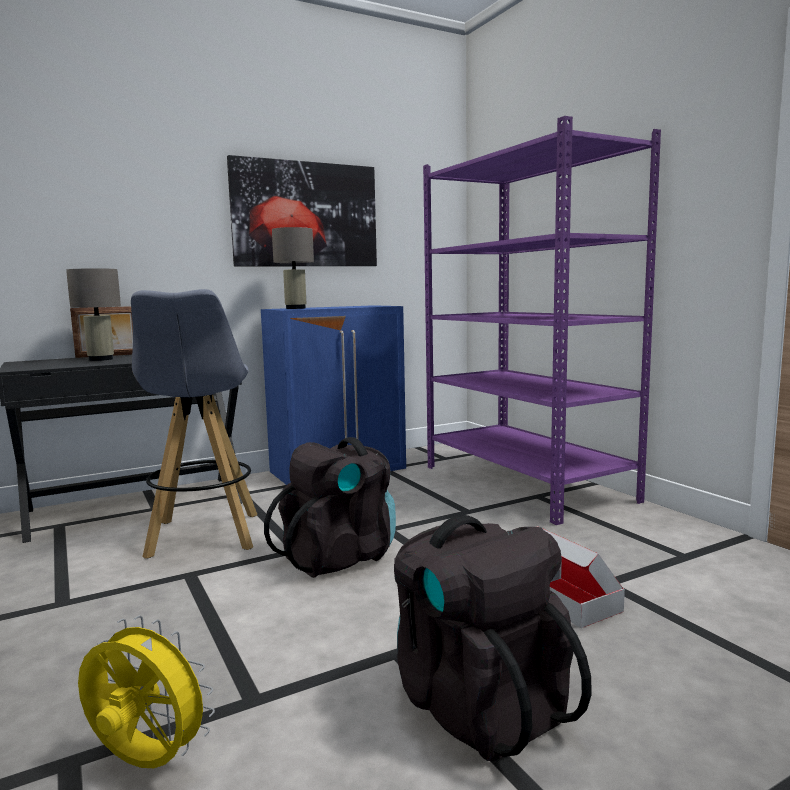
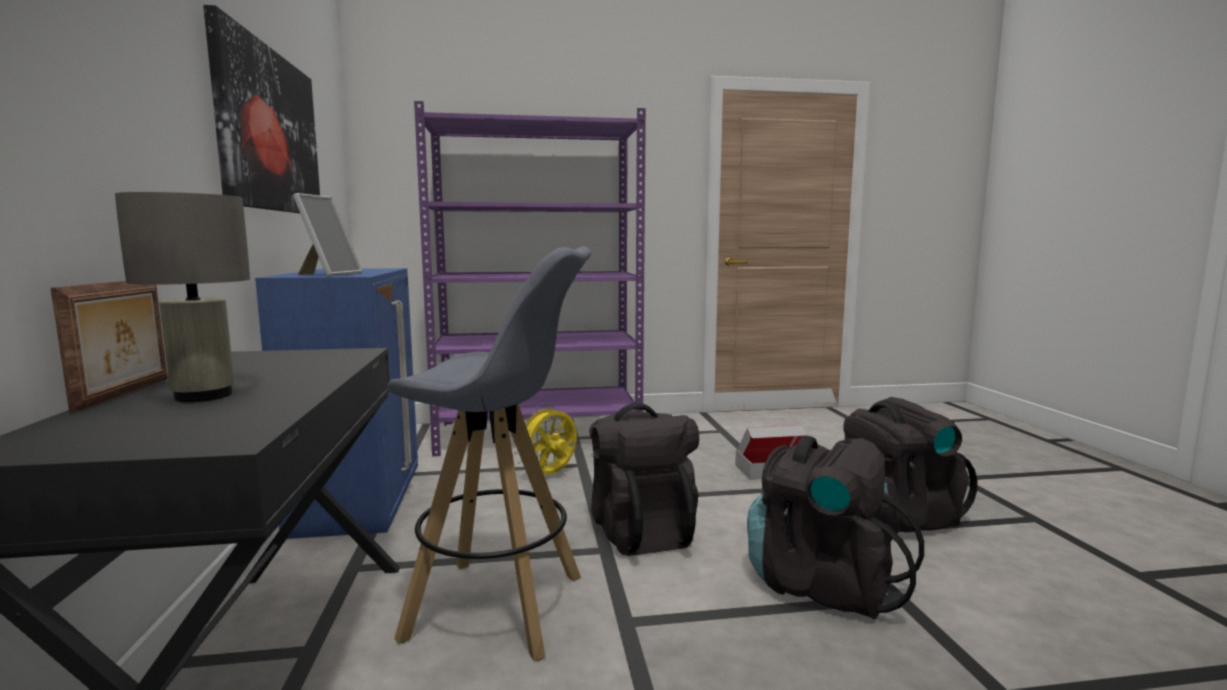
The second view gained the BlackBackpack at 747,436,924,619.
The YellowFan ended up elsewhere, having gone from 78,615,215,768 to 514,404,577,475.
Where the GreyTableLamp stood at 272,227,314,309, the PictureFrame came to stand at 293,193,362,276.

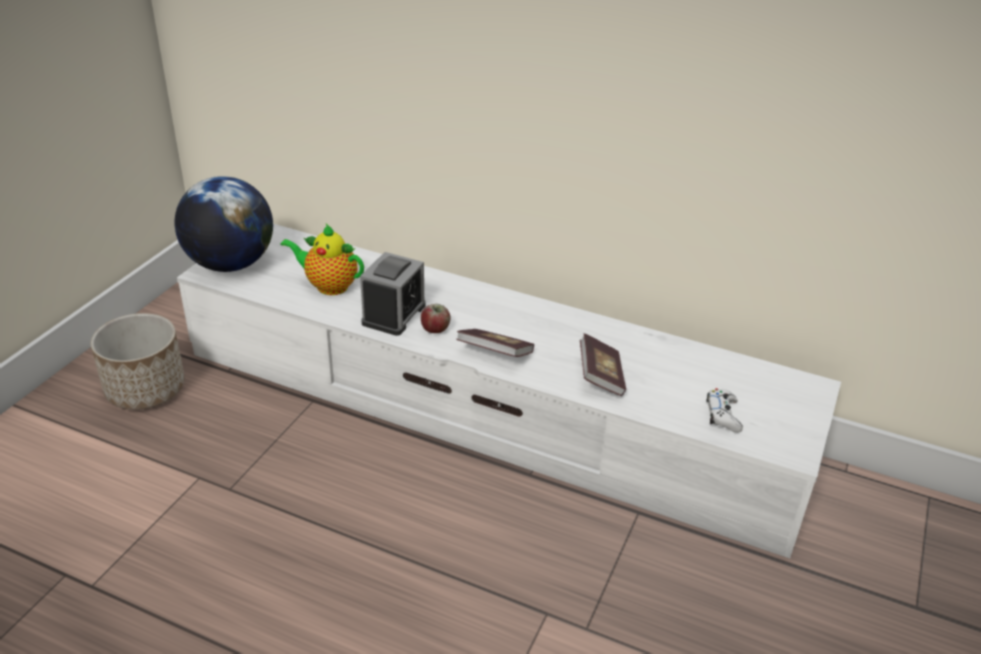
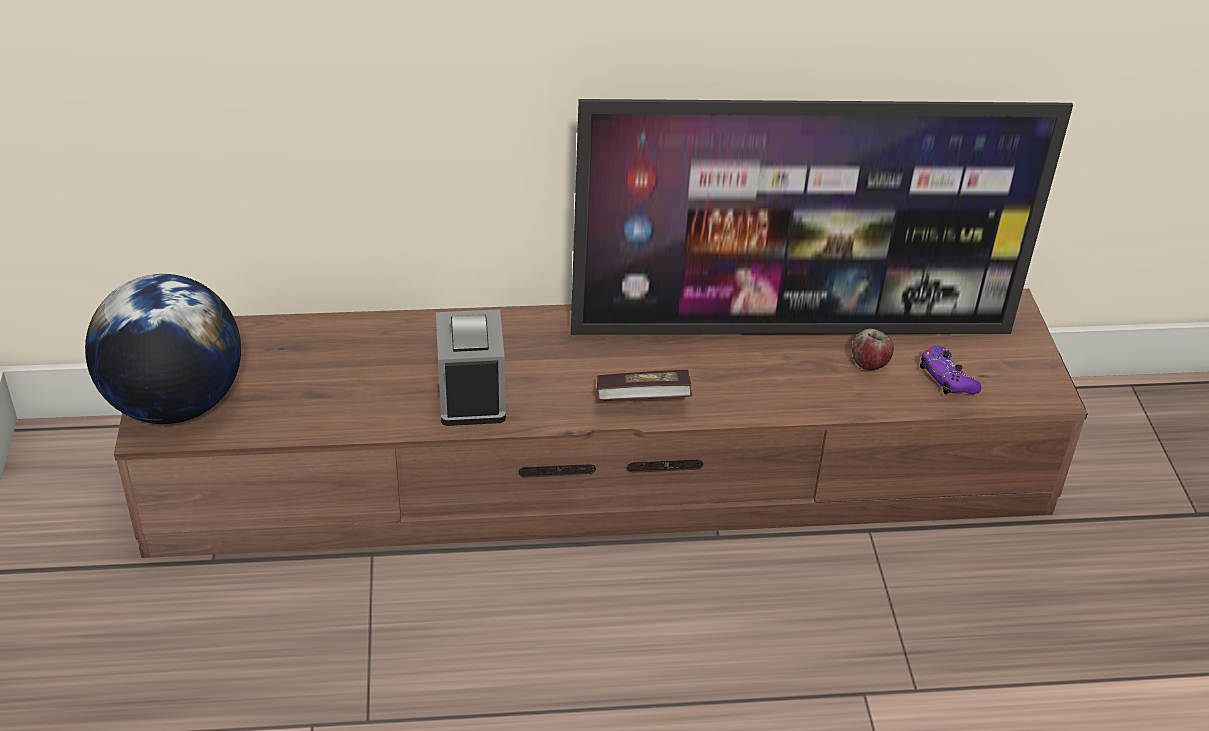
The second view lost the Planter at 91,313,185,410.
The second view lost the Teapot at 280,224,364,295.
The second view lost the Book at 580,333,626,396.
The second view gained the Television at 571,99,1073,335.
The Apple ended up elsewhere, having gone from 421,304,451,333 to 852,328,894,370.
What was the WhiteTvStand at 177,224,841,558 turned into the BrownTvStand at 114,289,1088,558.
What was the WhiteGameController at 706,388,743,433 turned into the PurpleGameController at 920,346,982,395.

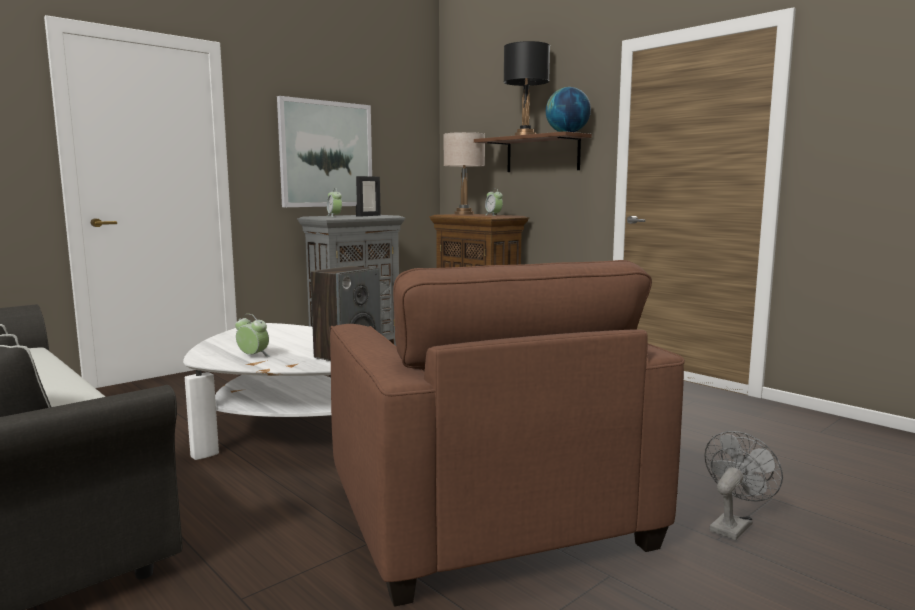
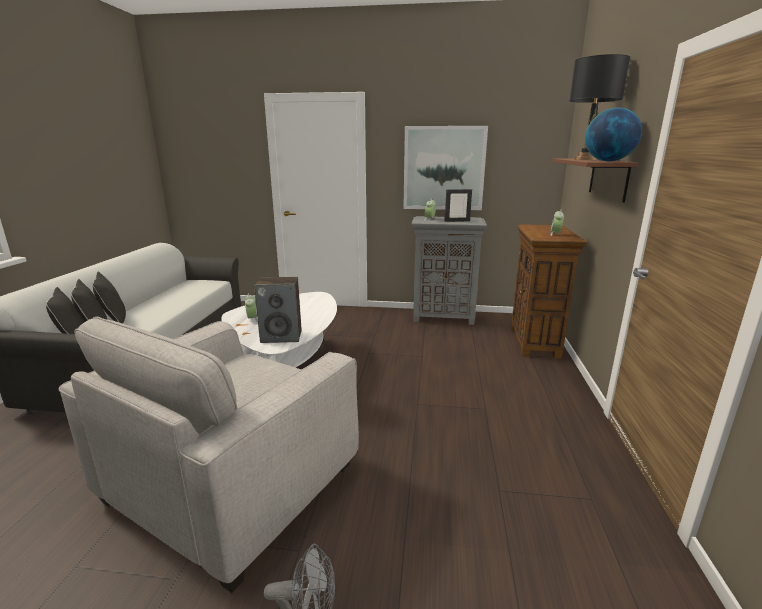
The second view lost the BeigeTableLamp at 443,132,485,215.
What was the BrownArmchair at 330,260,685,607 turned into the GreyArmchair at 59,317,359,593.

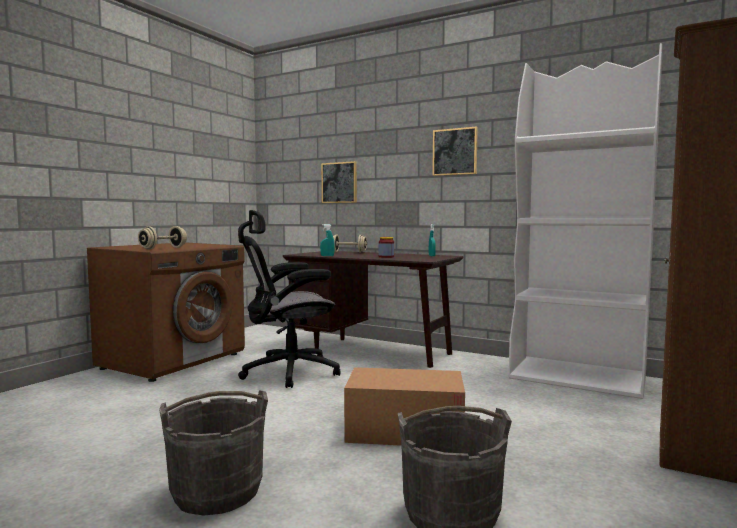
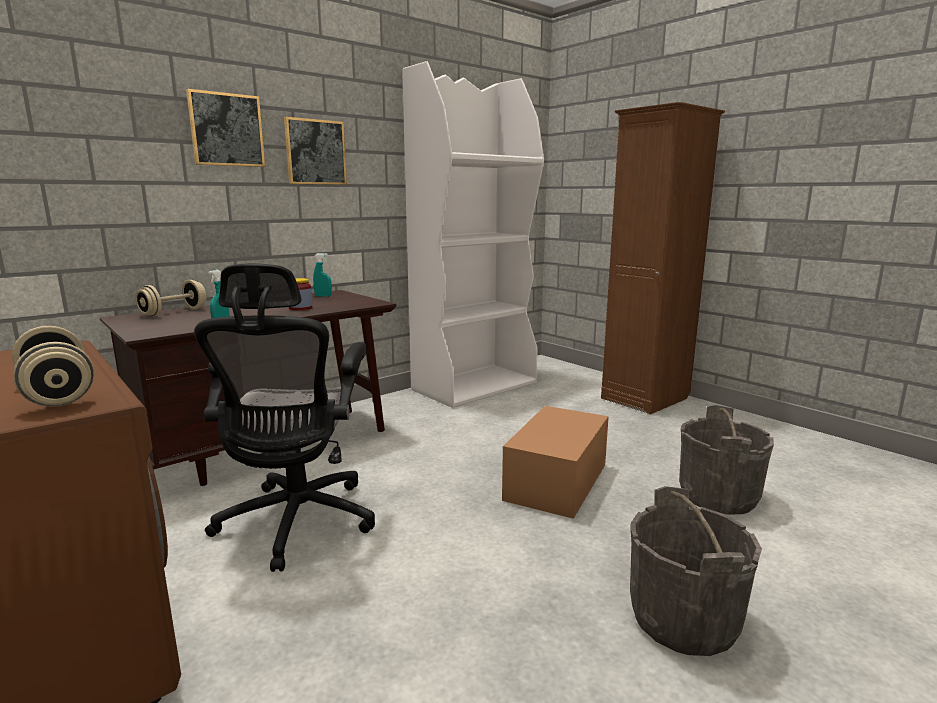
The Picture ended up elsewhere, having gone from 321,161,357,203 to 186,89,265,167.

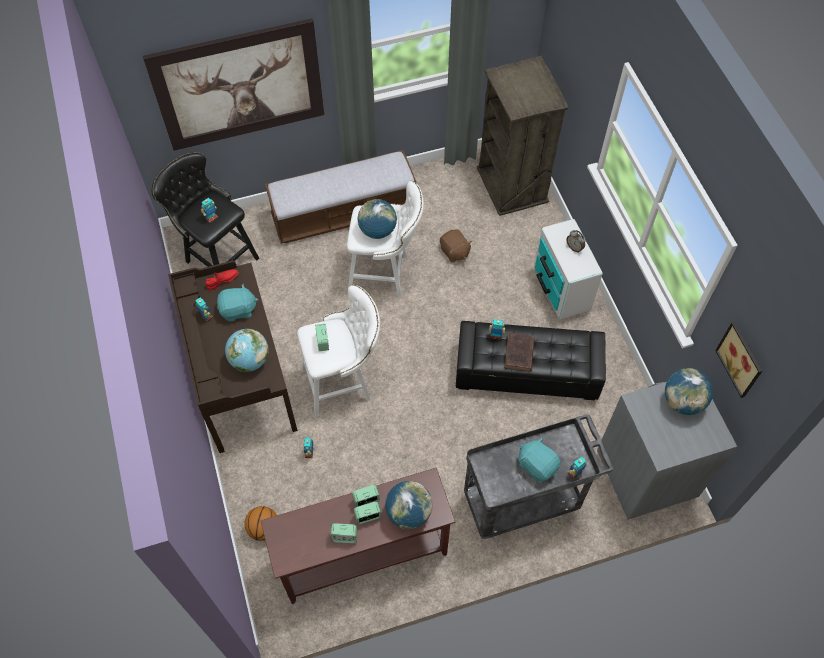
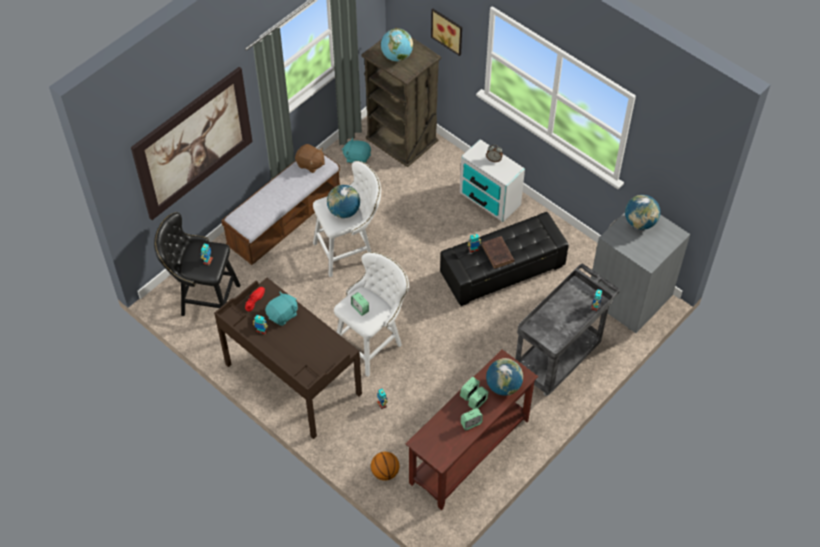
The Globe ended up elsewhere, having gone from 225,329,269,372 to 381,29,413,62.
The BrownPlushToy ended up elsewhere, having gone from 440,229,472,262 to 295,144,325,173.
The TurquoisePlushToy ended up elsewhere, having gone from 519,437,561,482 to 342,137,371,163.
The Picture ended up elsewhere, having gone from 715,322,762,398 to 431,9,462,56.

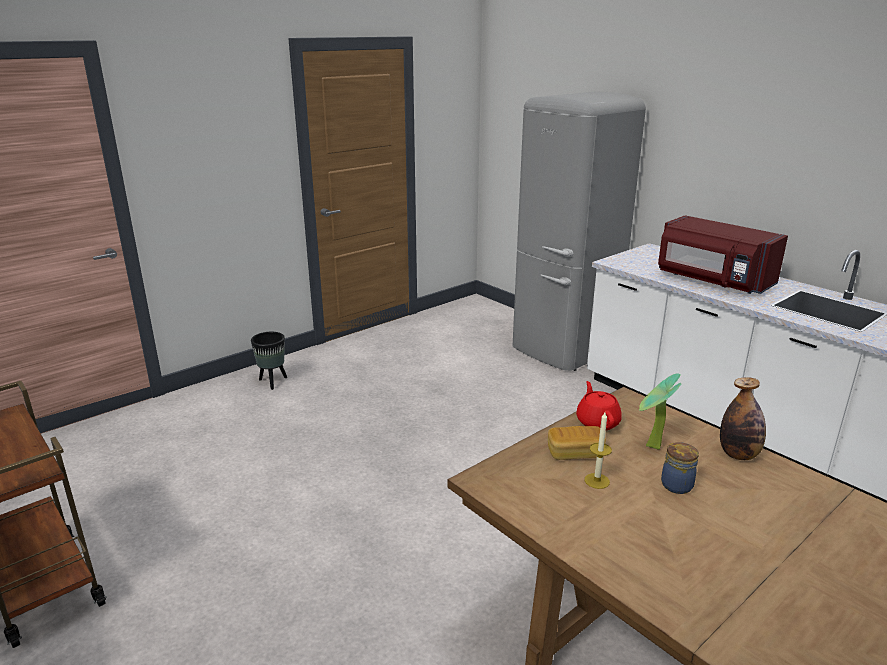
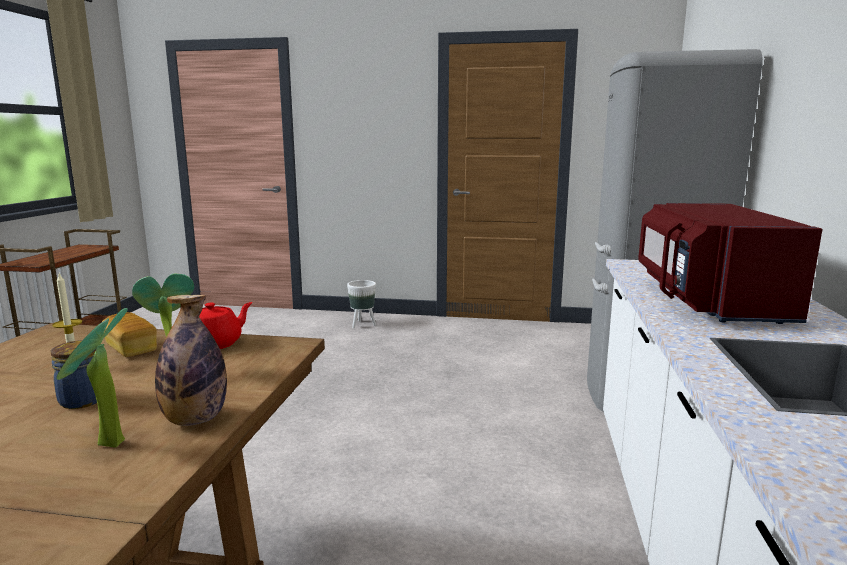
The second view gained the PottedPlant at 56,308,128,448.
What was the BlackPlanter at 251,332,287,390 turned into the WhitePlanter at 347,280,376,328.

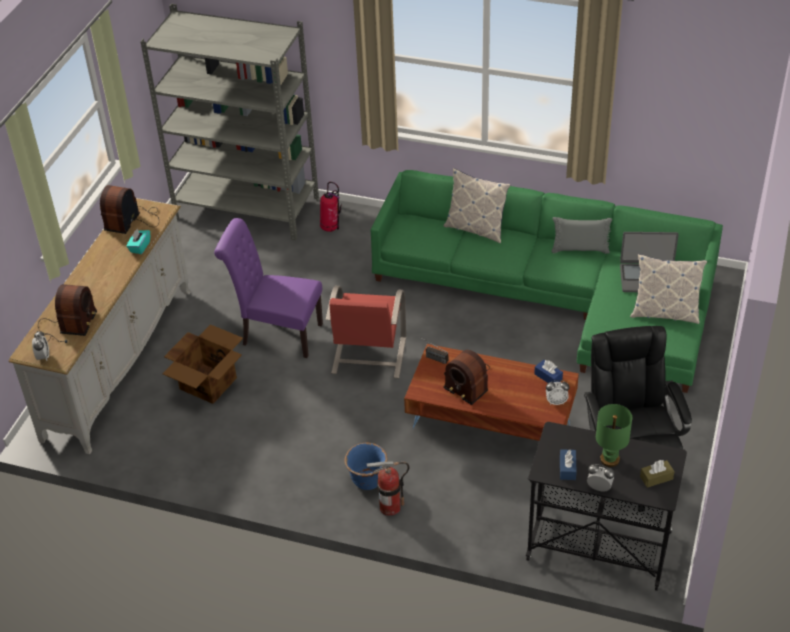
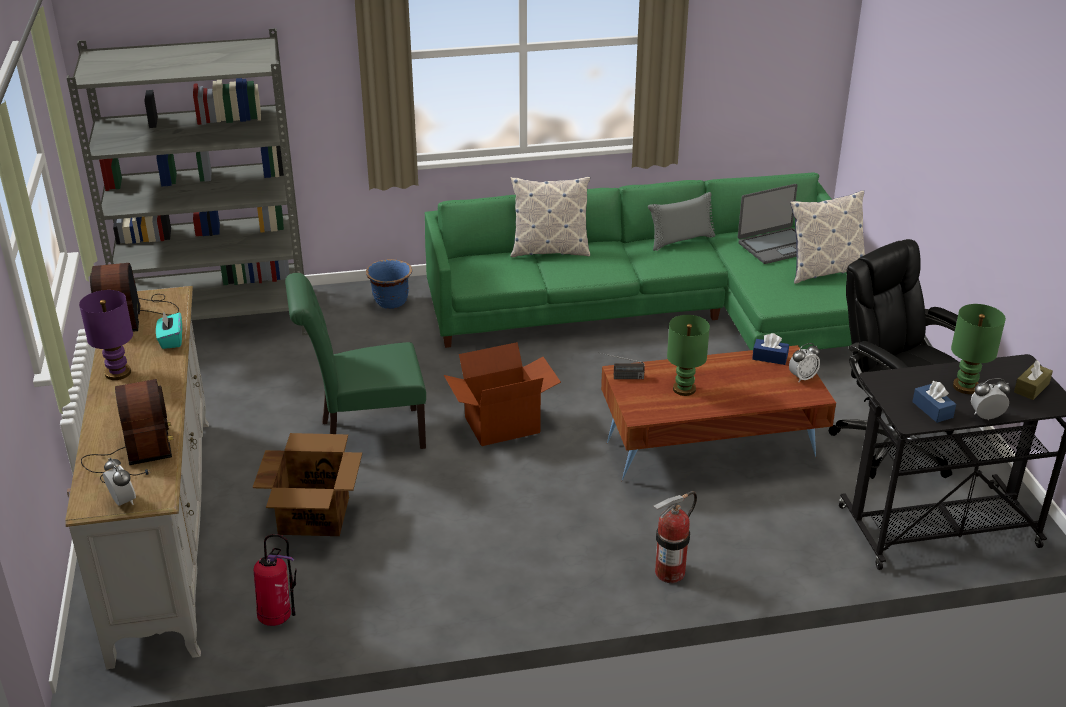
The second view gained the PurpleTableLamp at 79,290,133,380.
The FireExtinguisher ended up elsewhere, having gone from 320,182,342,232 to 254,534,297,626.
The BluePlanter ended up elsewhere, having gone from 344,443,387,490 to 366,259,412,309.
Where the RedChair stood at 326,286,406,378, the CardboardBox came to stand at 444,342,561,446.
Where the Radio stood at 444,350,490,405, the GreenTableLamp came to stand at 667,315,710,396.
What was the PurpleChair at 214,218,323,358 turned into the GreenChair at 285,273,426,449.

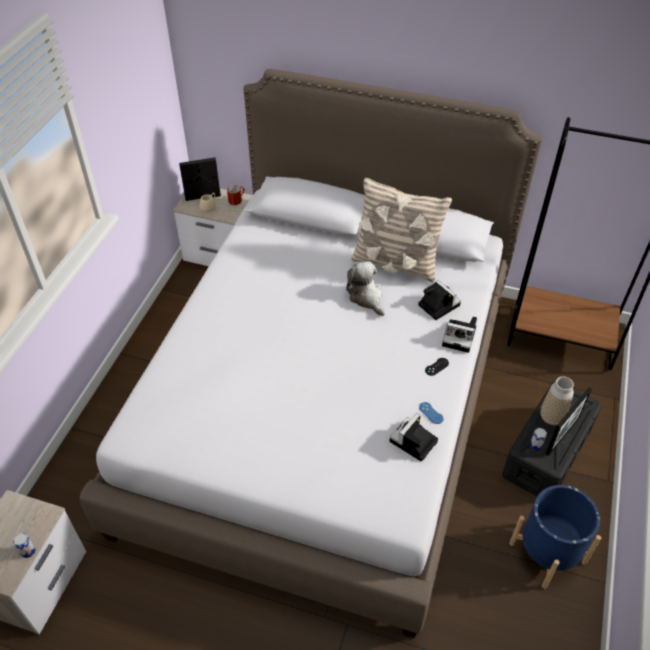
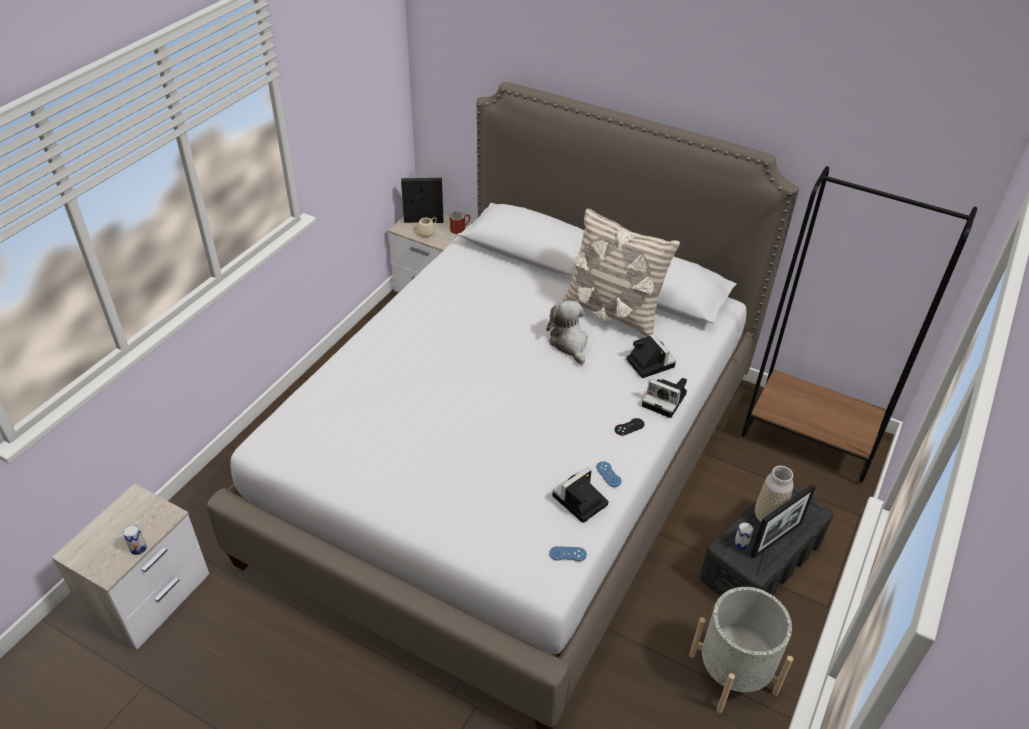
The second view gained the BlueGameController at 549,546,587,561.
What was the BluePlanter at 509,485,601,589 turned into the GreyPlanter at 689,587,793,713.

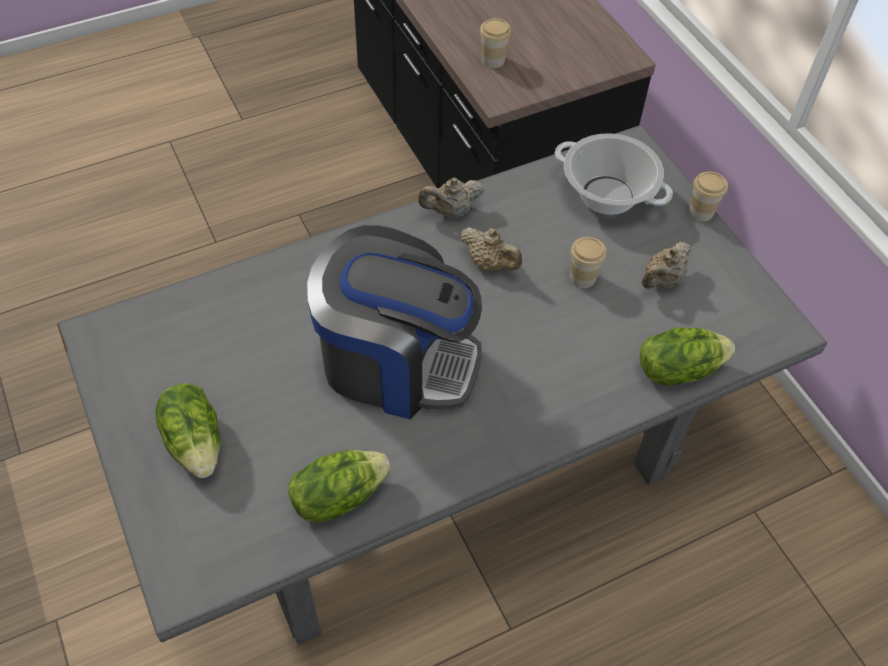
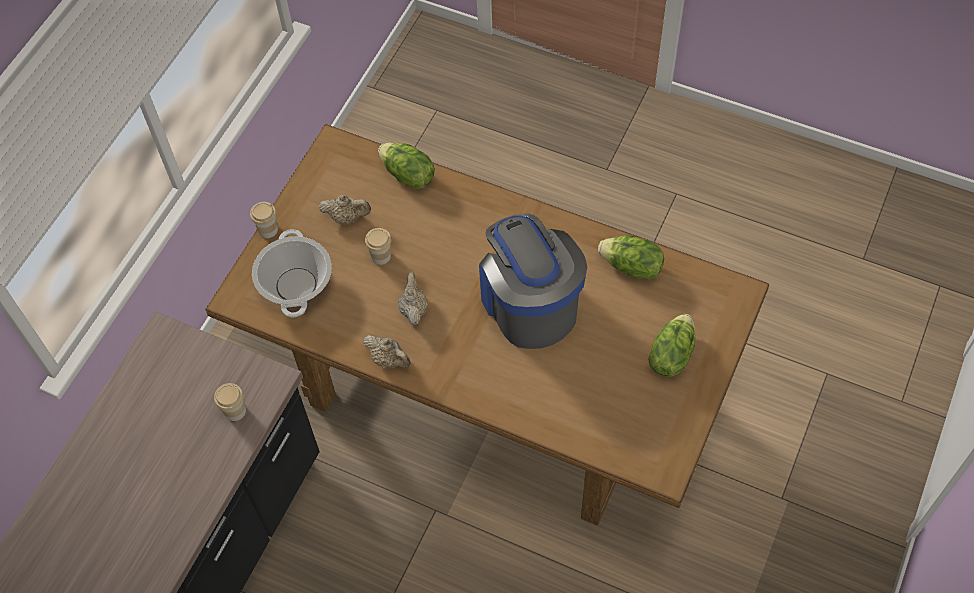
What was the GreyDiningTable at 57,125,827,645 turned into the BrownDiningTable at 205,124,769,526.

